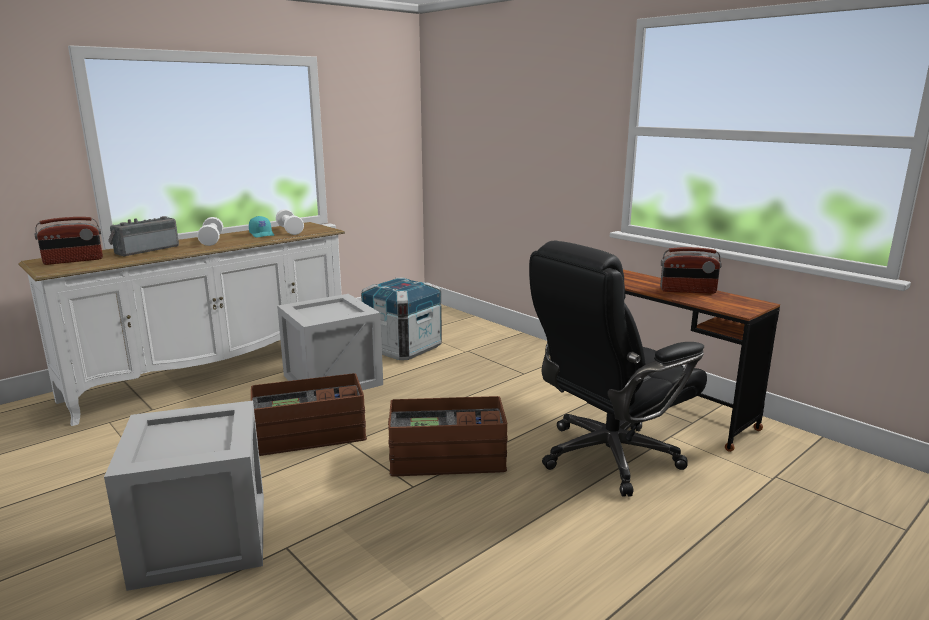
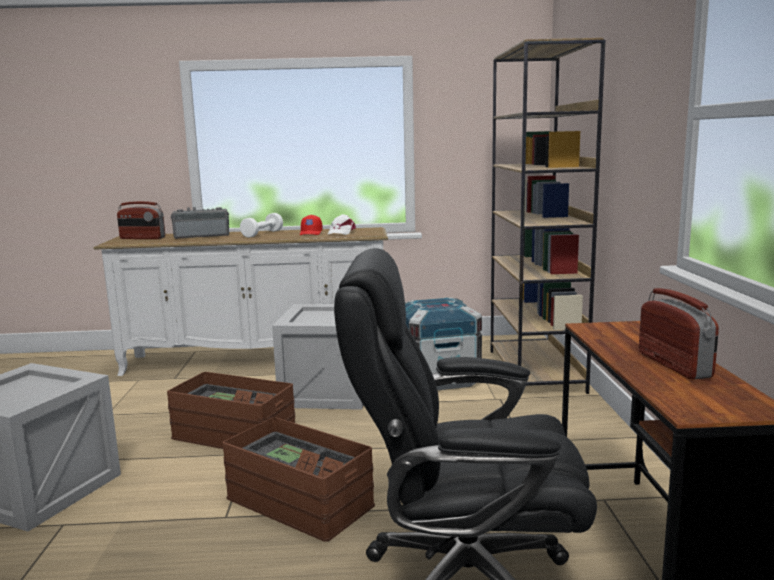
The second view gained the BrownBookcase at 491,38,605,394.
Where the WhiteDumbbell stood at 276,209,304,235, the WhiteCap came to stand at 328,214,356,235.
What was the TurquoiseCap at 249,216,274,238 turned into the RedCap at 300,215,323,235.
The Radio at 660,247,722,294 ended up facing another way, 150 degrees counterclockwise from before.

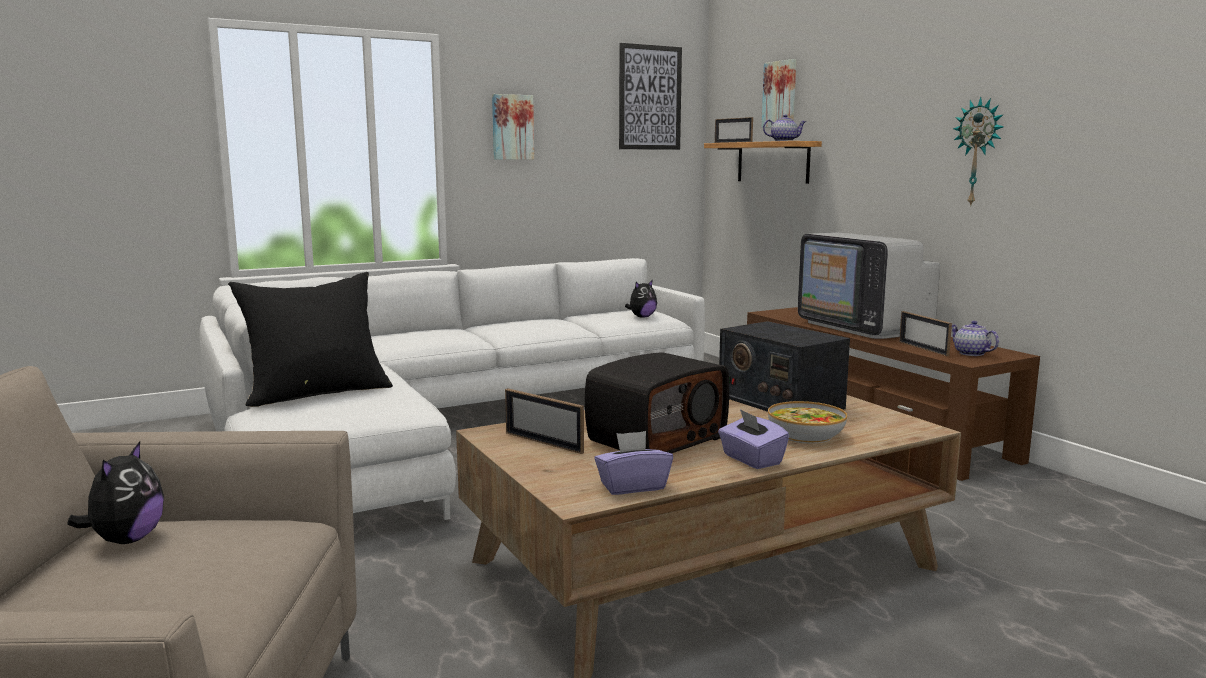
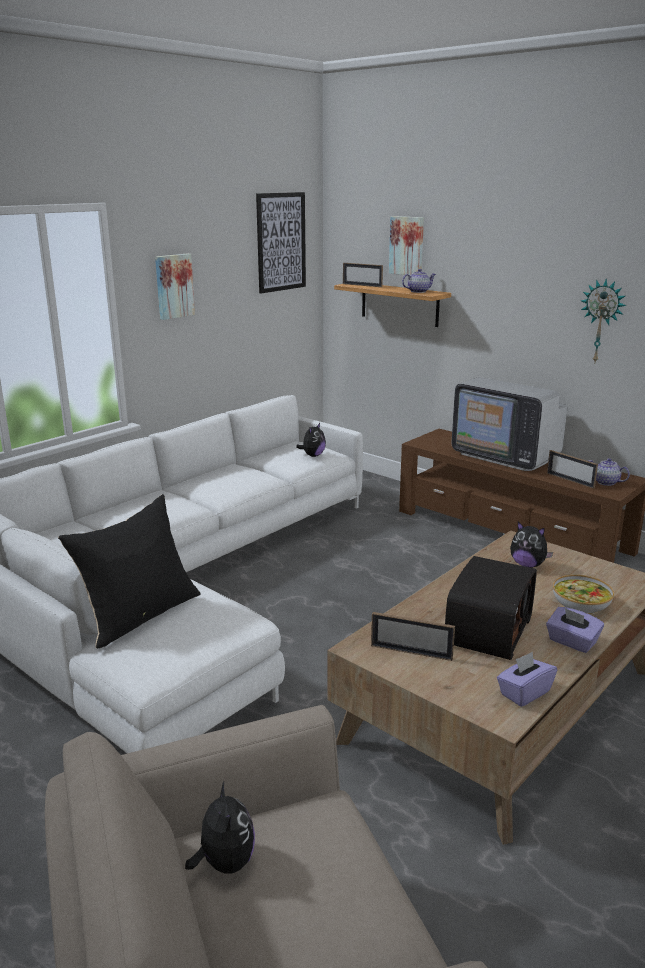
Where the Radio stood at 719,321,850,412, the PlushToy came to stand at 510,522,553,568.

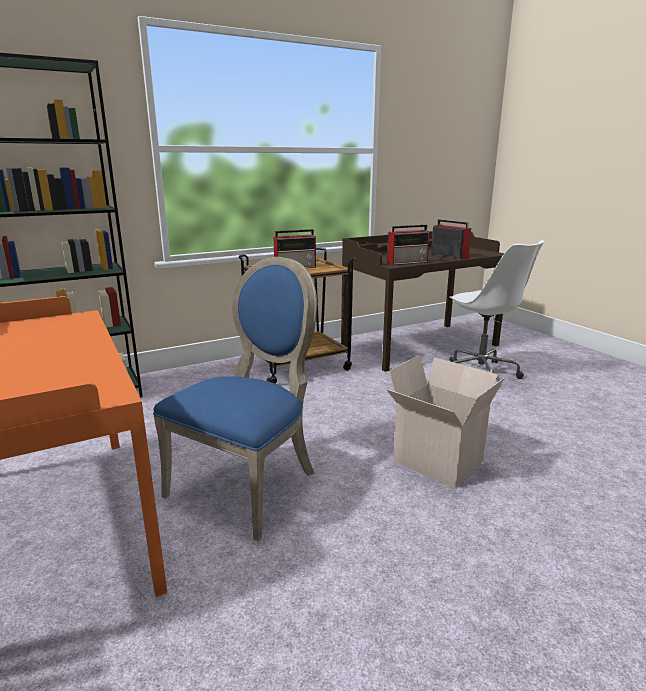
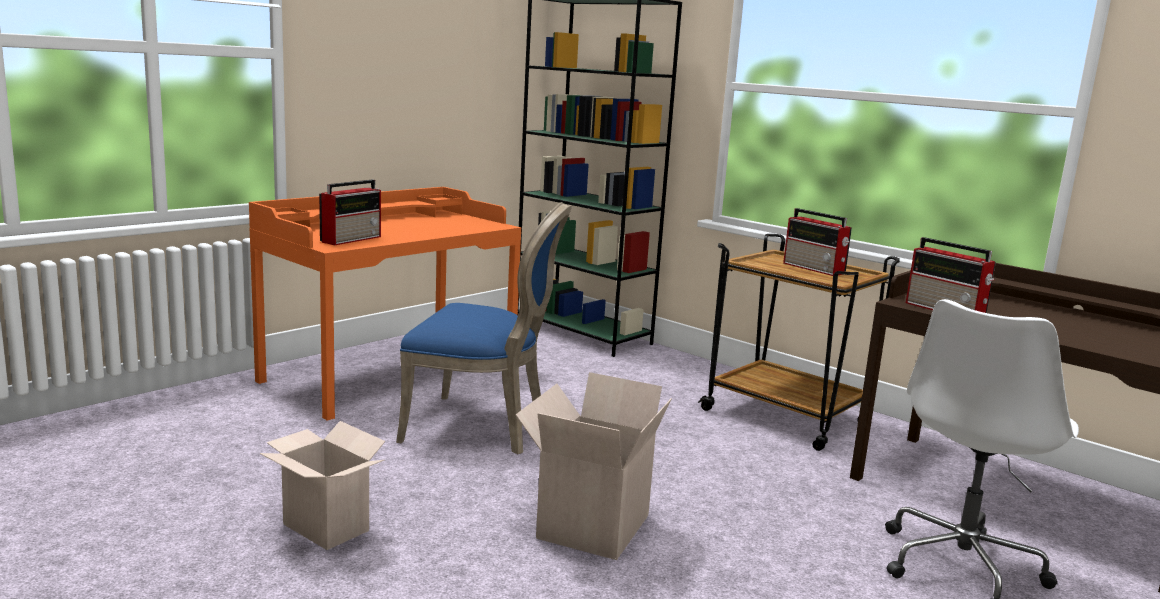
The second view gained the CardboardBox at 260,421,385,550.
The Radio ended up elsewhere, having gone from 431,219,471,259 to 319,179,381,245.

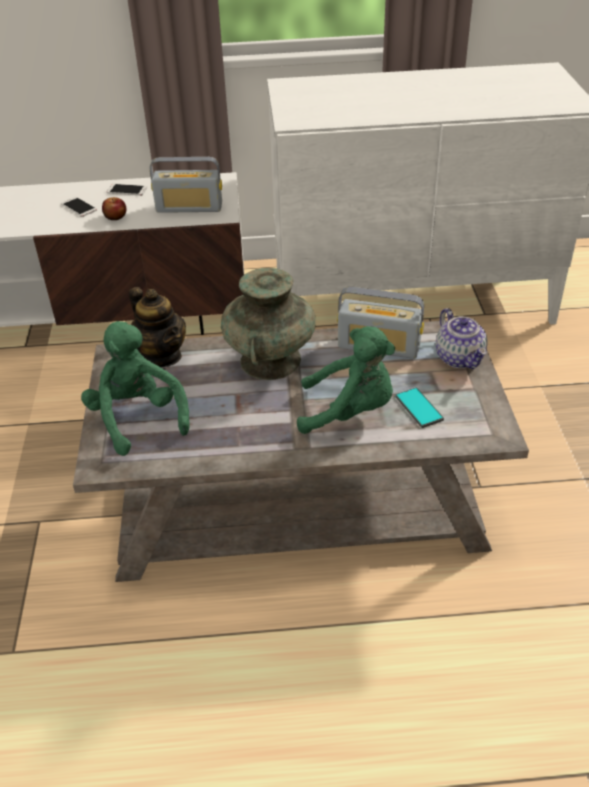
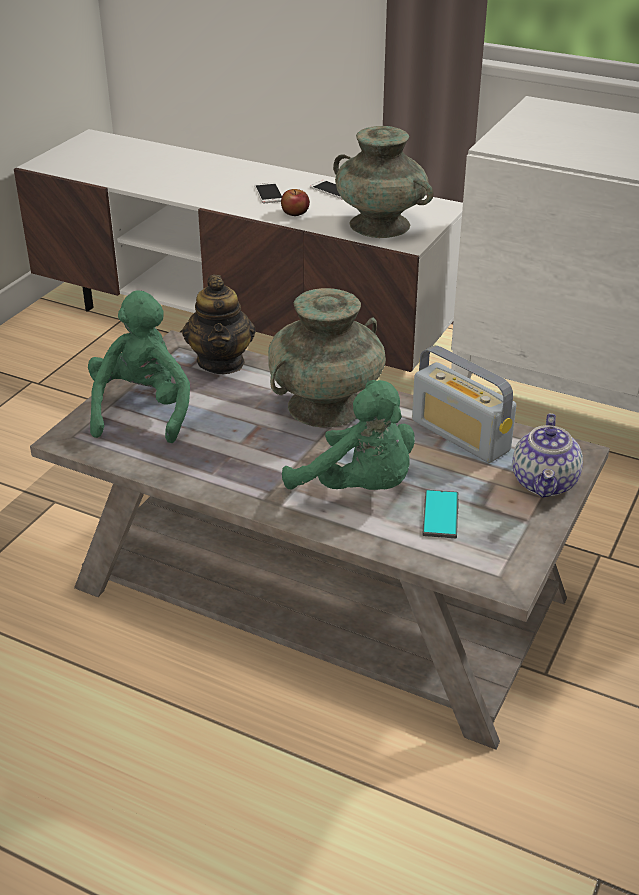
Where the Radio stood at 150,157,222,213, the TurquoiseVase came to stand at 333,126,433,238.

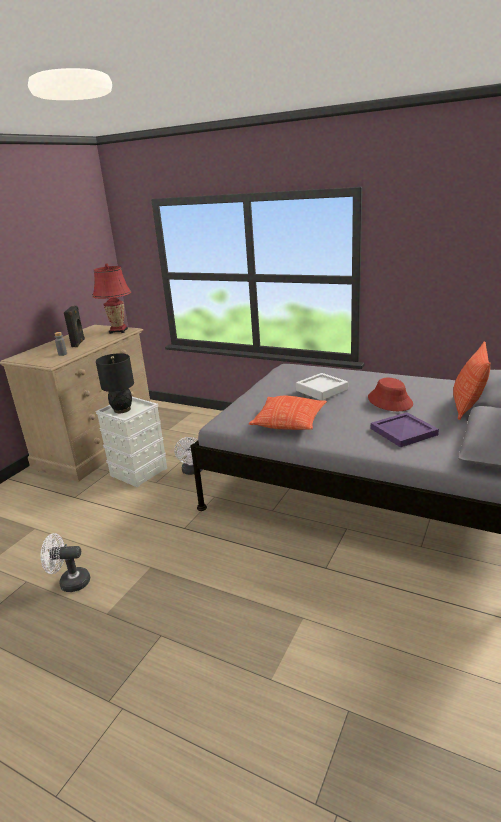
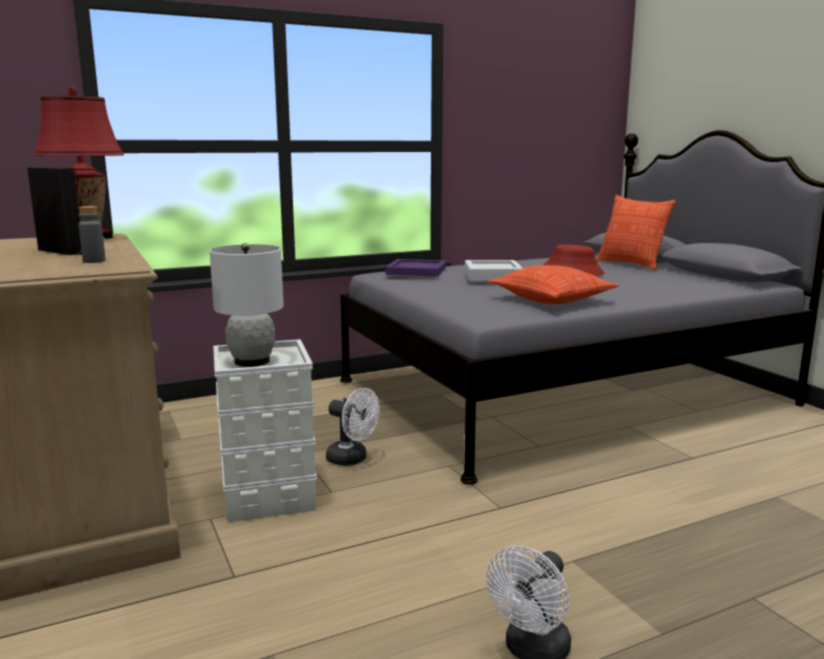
The PurpleTray ended up elsewhere, having gone from 371,412,439,447 to 385,259,446,277.
What was the BlackTableLamp at 96,353,134,413 turned into the WhiteTableLamp at 209,243,284,367.

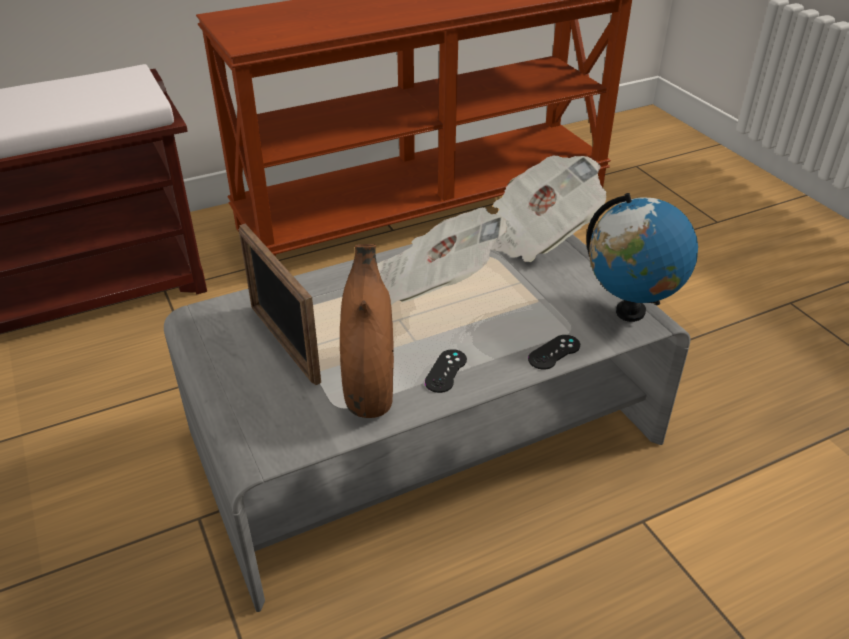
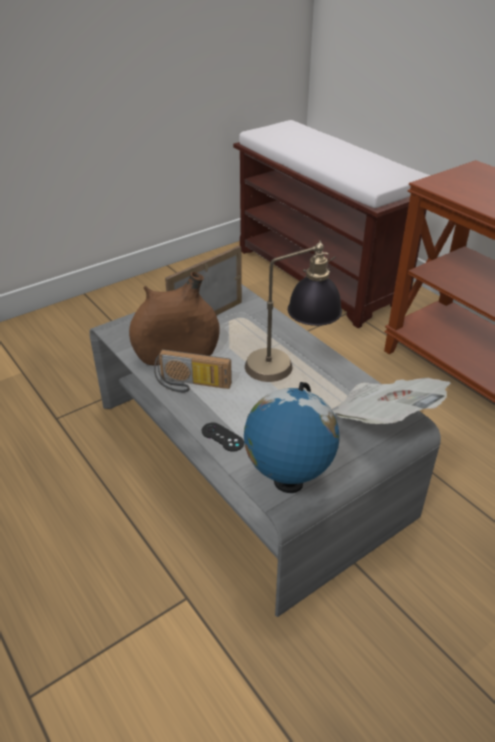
Where the Newspaper stood at 377,207,507,305, the TableLamp came to stand at 245,240,342,382.
Where the BlackGameController stood at 425,349,467,393, the Radio came to stand at 154,349,232,393.

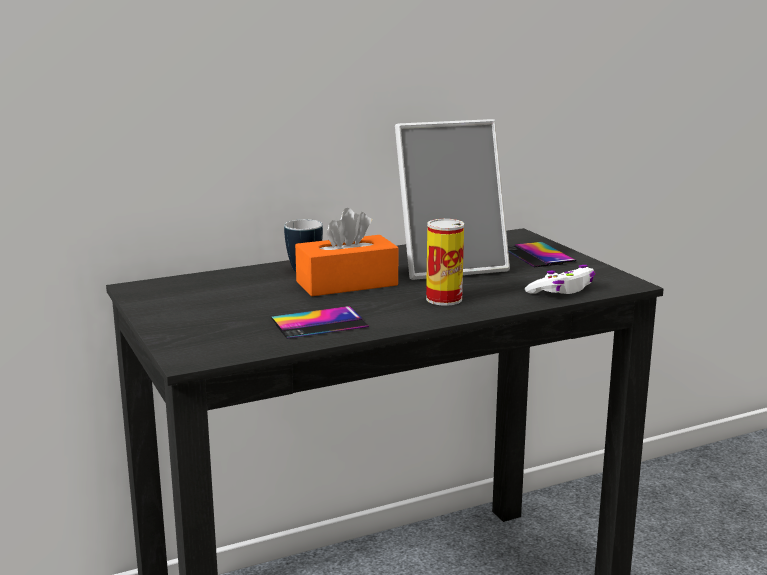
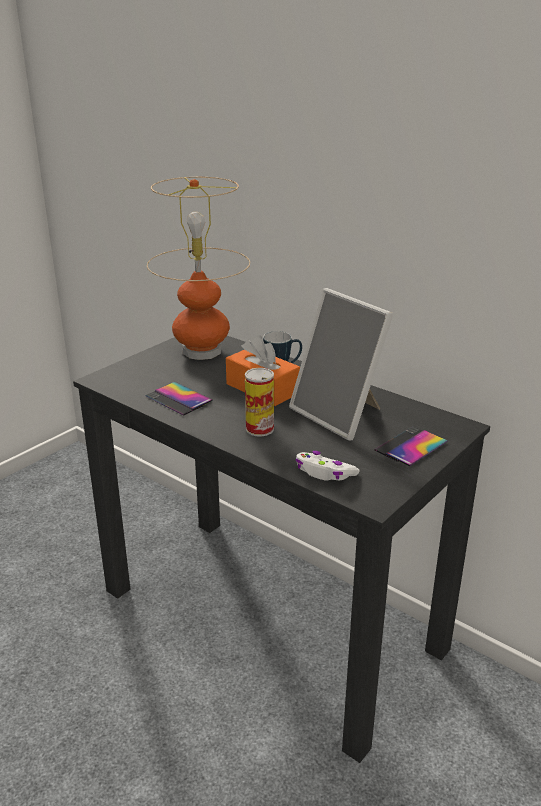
The second view gained the TableLamp at 147,177,250,360.

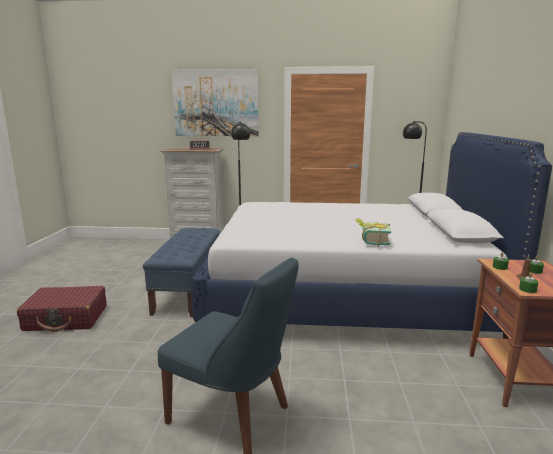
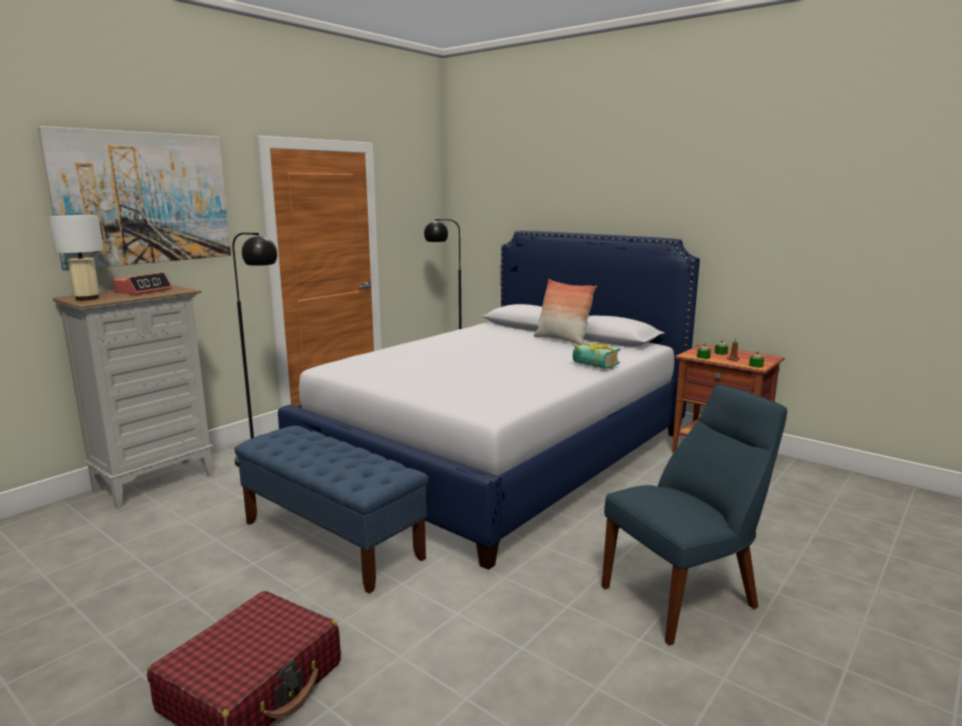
The second view gained the WhiteTableLamp at 49,215,104,301.
The second view gained the Pillow at 534,279,597,345.

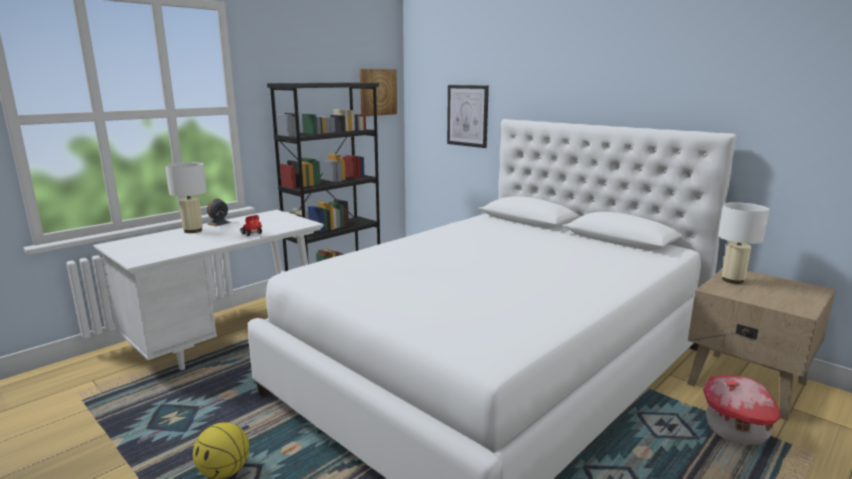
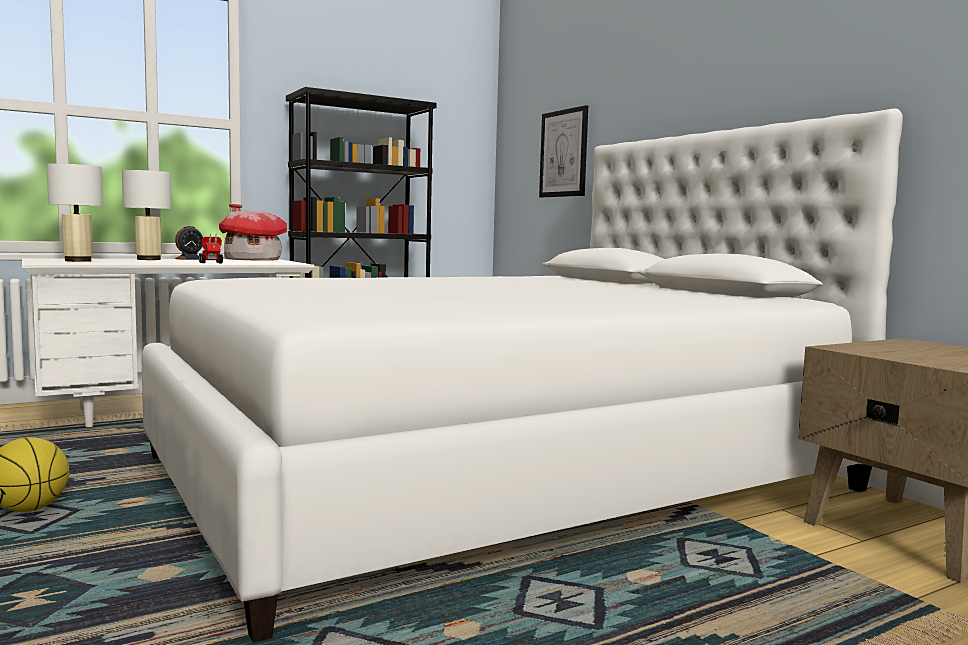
The second view lost the Picture at 360,69,397,116.
The ToyHouse ended up elsewhere, having gone from 703,375,781,445 to 219,204,287,261.
The WhiteTableLamp ended up elsewhere, having gone from 718,202,769,284 to 47,163,103,261.

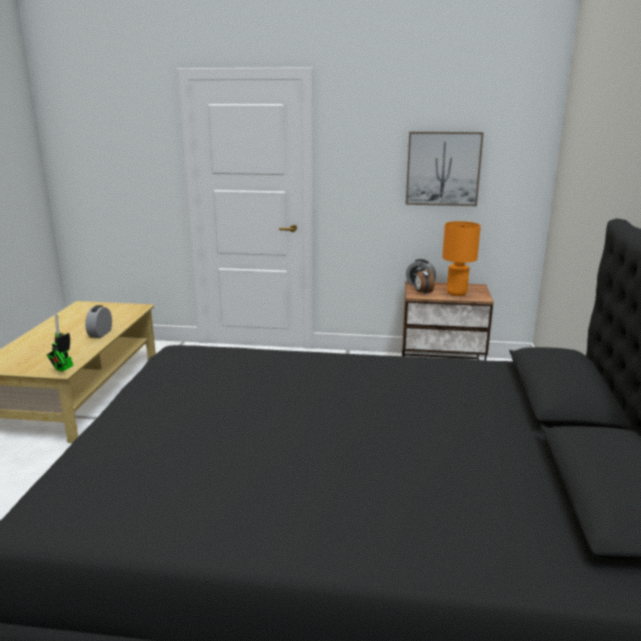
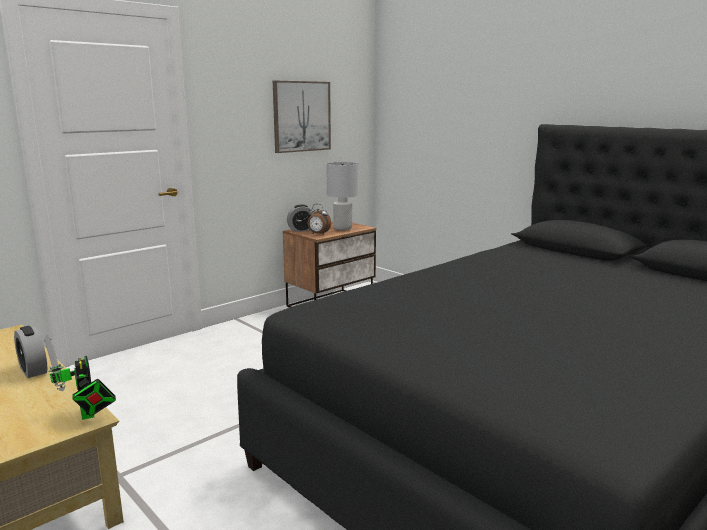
What was the OrangeTableLamp at 442,221,481,296 turned into the GreyTableLamp at 326,162,359,230.

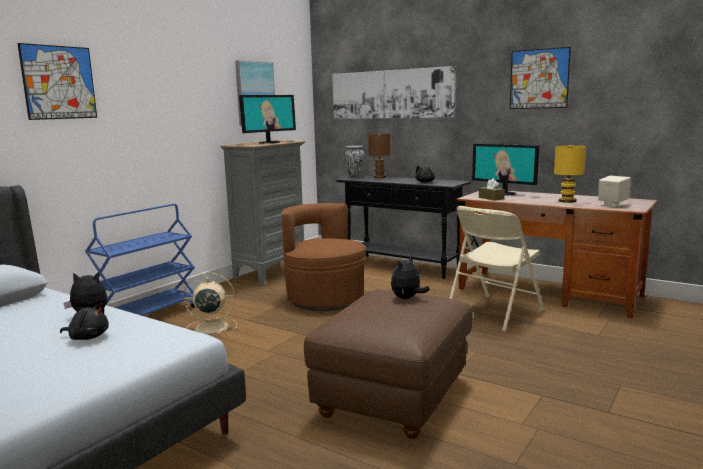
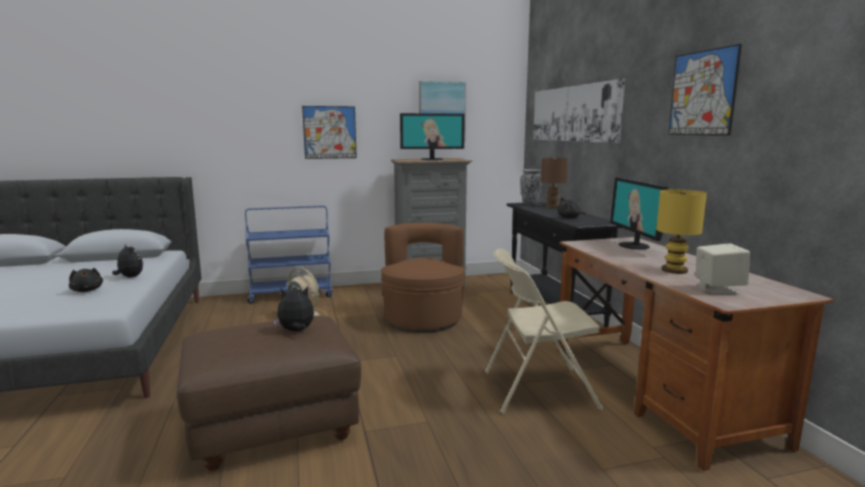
The second view lost the BrownTissueBox at 479,178,504,201.
The Picture ended up elsewhere, having gone from 17,43,97,120 to 302,106,357,159.

